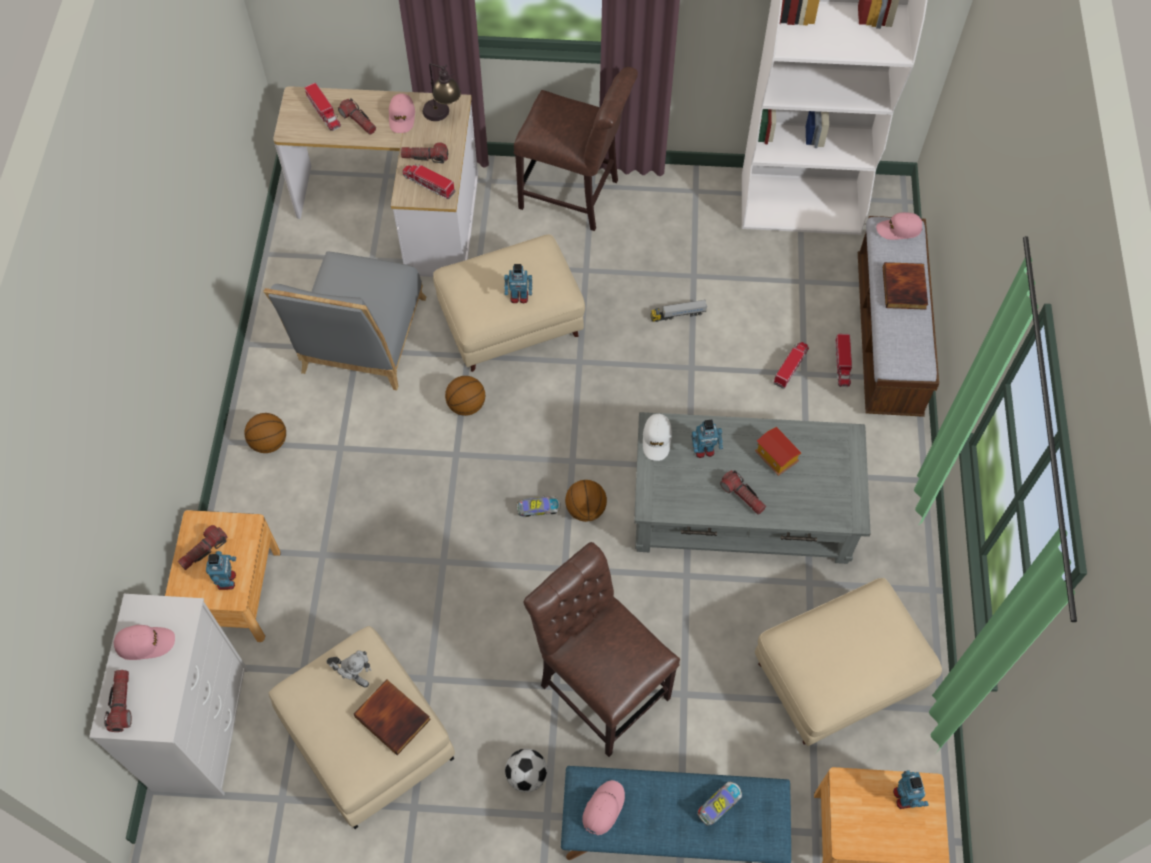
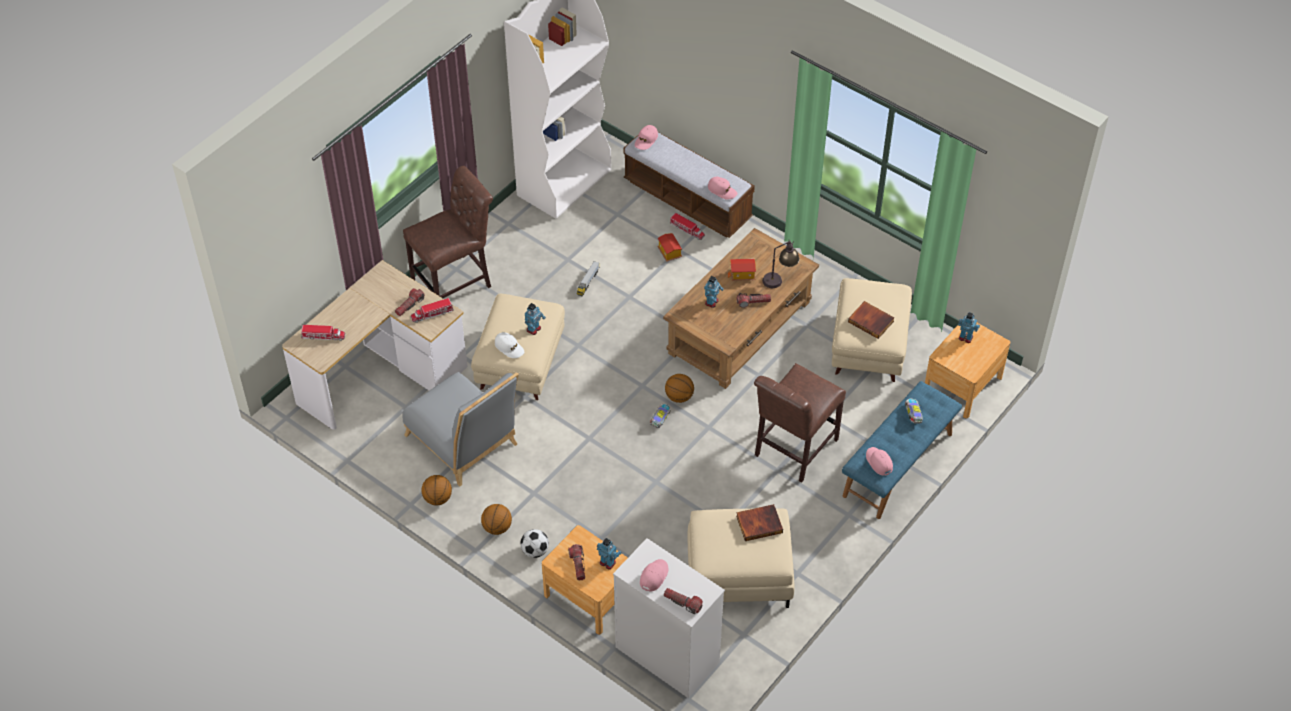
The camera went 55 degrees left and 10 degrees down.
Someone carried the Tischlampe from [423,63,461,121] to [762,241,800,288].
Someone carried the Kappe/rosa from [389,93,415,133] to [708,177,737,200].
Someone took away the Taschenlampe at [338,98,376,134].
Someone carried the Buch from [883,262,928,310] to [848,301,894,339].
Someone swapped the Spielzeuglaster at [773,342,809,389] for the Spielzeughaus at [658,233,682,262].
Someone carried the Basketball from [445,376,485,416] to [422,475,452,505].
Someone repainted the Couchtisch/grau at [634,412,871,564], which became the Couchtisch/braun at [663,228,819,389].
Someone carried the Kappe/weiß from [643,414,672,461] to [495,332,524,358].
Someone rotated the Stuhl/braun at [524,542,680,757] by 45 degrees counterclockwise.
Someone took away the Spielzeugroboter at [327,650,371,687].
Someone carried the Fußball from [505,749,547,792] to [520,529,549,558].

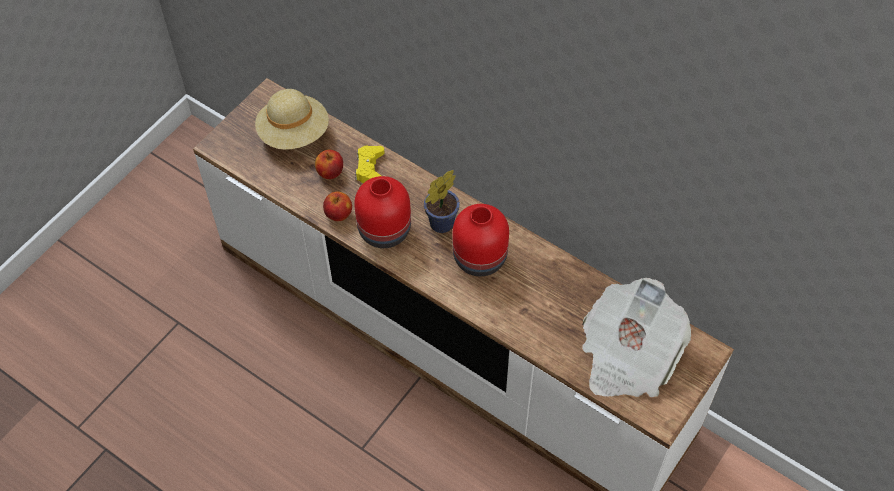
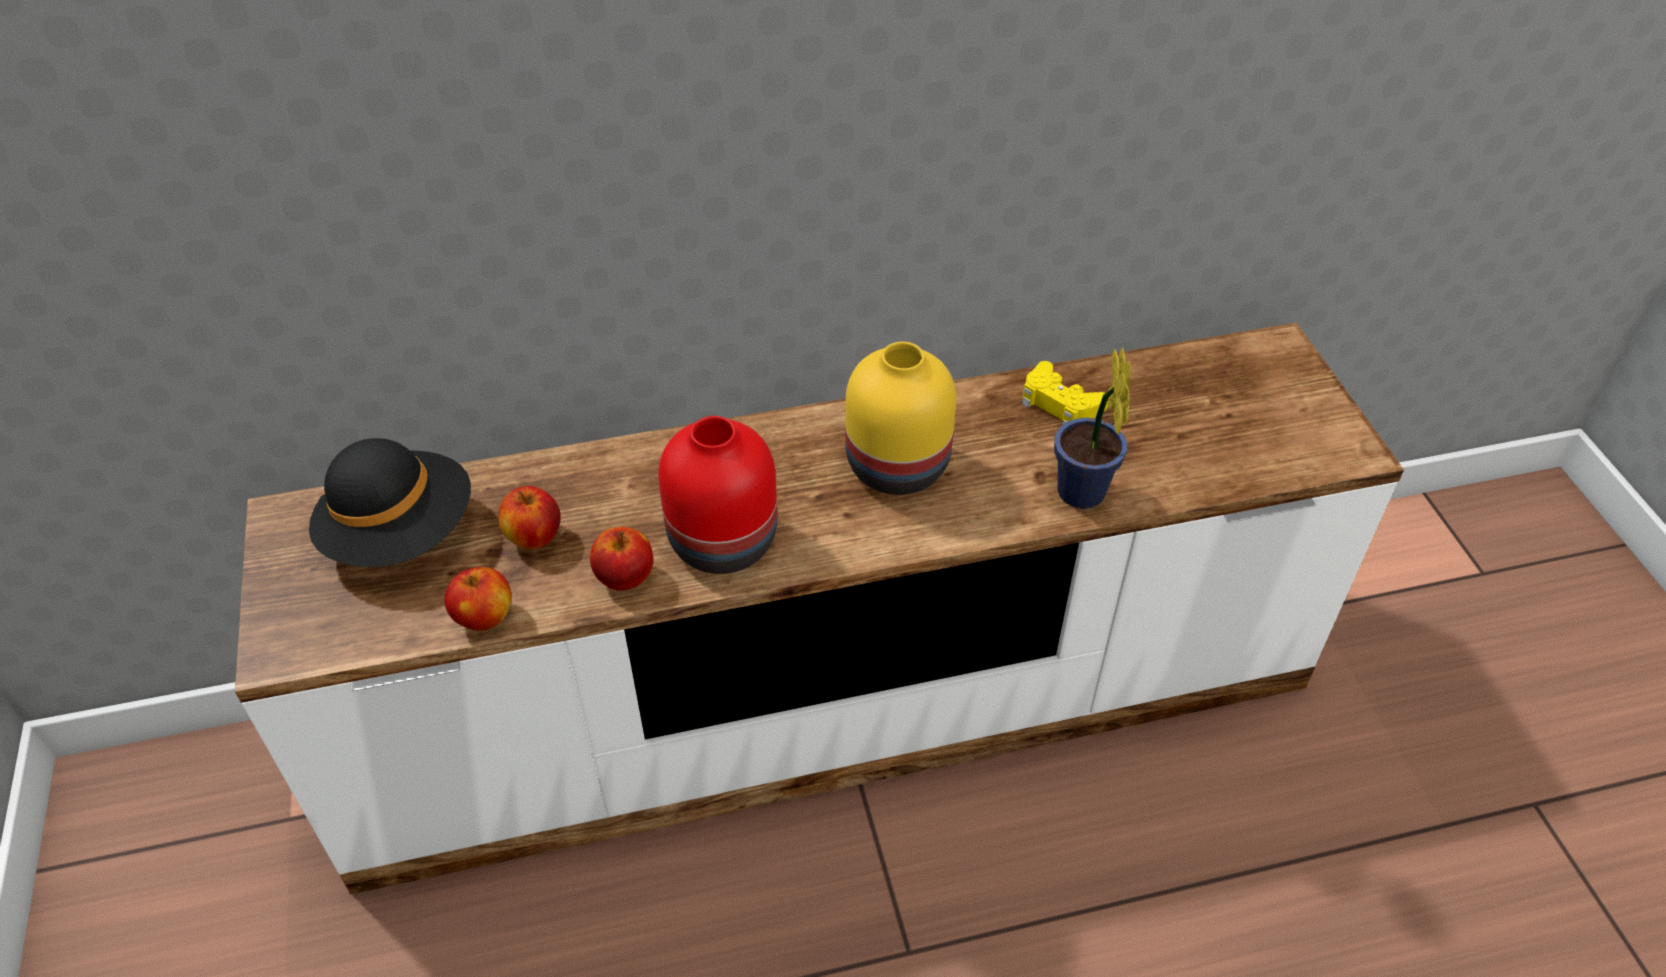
The camera went 50 degrees left and 10 degrees down.
Someone repainted the Hut/beige at [255,89,329,150], which became the Hut/schwarz at [309,438,471,567].
Someone carried the Gamepad/gelb from [355,146,385,183] to [1022,361,1108,425].
Someone carried the Topfpflanze from [424,170,460,233] to [1054,347,1131,509].
Someone repainted the Vase/rot at [453,204,509,276], which became the Vase/gelb at [845,342,956,495].
Someone took away the Zeitung at [582,278,691,397].
Someone put down the Apfel at [444,567,511,631].

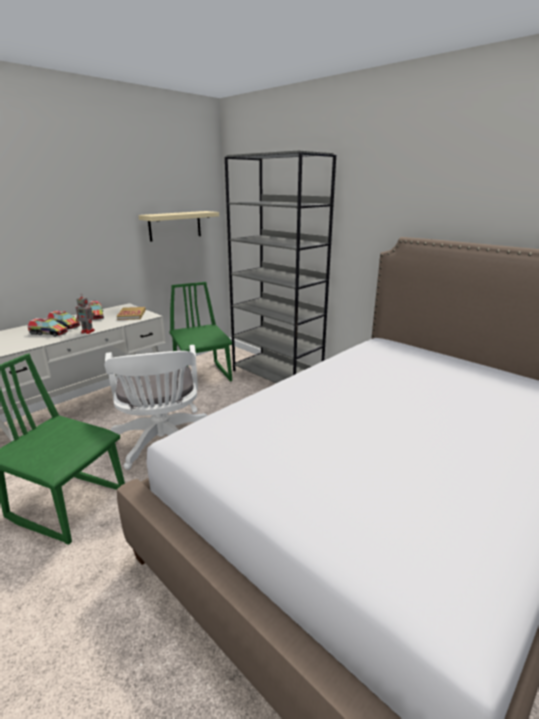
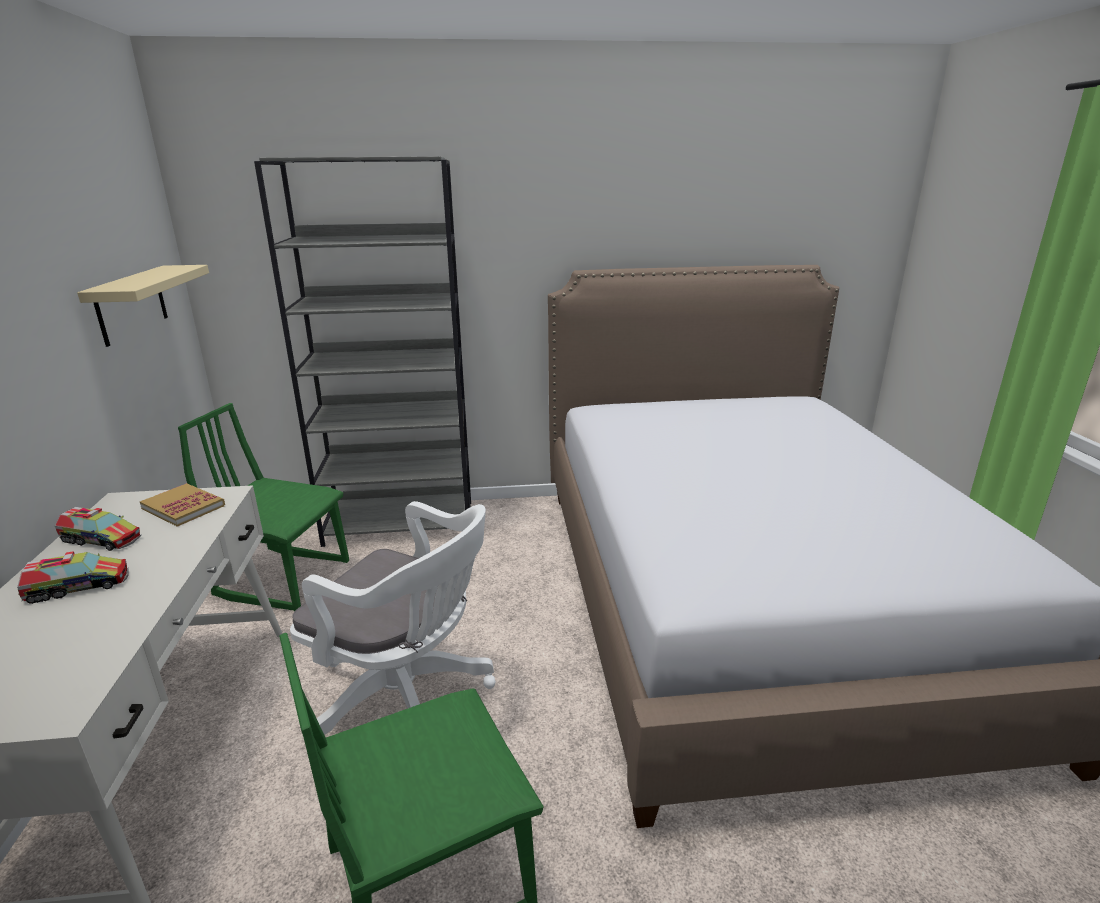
The camera went 50 degrees left and 0 degrees up.
Someone took away the Spielzeugroboter at [76,293,95,334].
Someone took away the Spielzeuglaster at [28,318,68,336].

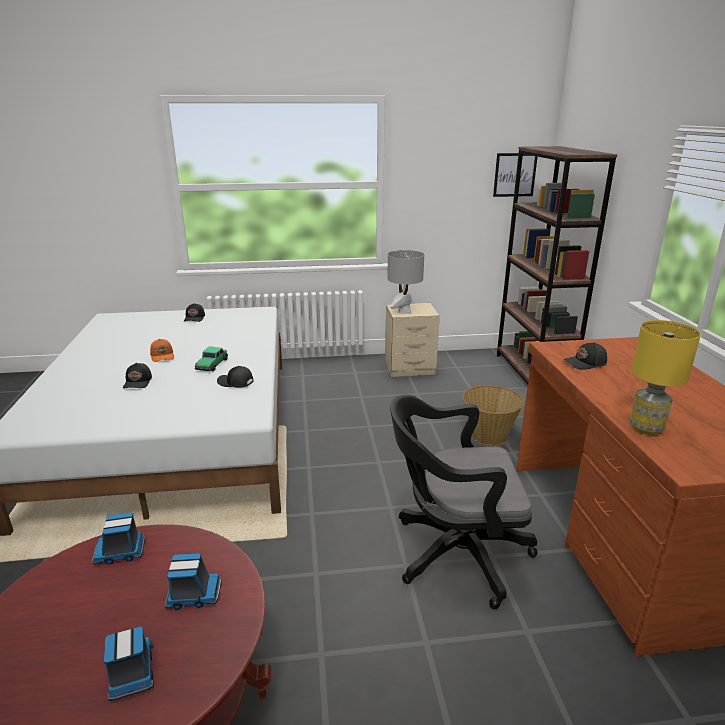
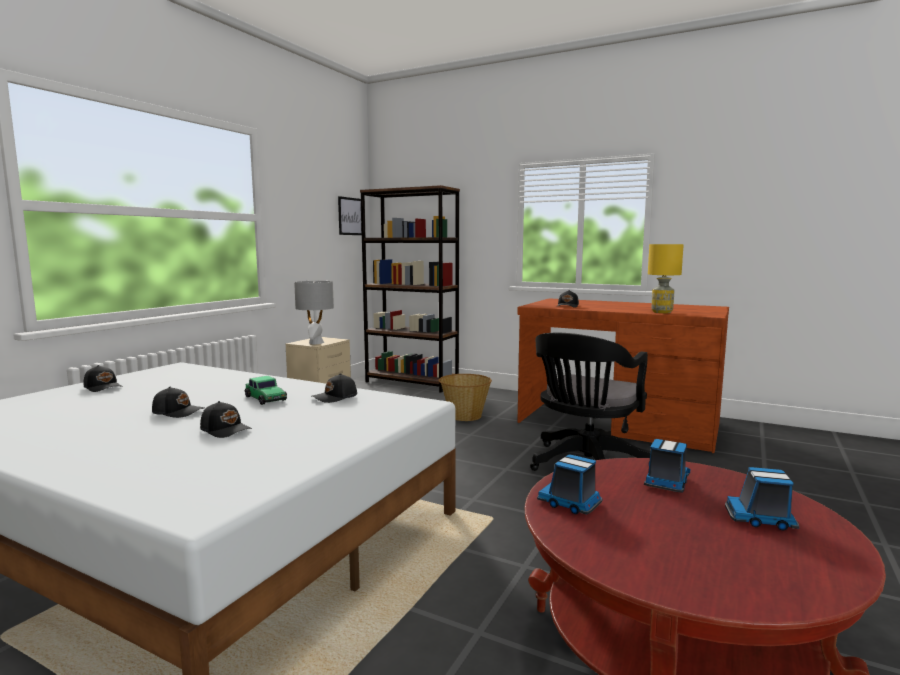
The camera went 55 degrees left and 15 degrees down.
Someone repainted the Kappe/orange at [150,339,174,362], which became the Kappe/schwarz at [152,387,204,418].
Someone rotated the Spielzeuglaster at [92,512,145,565] by 105 degrees clockwise.

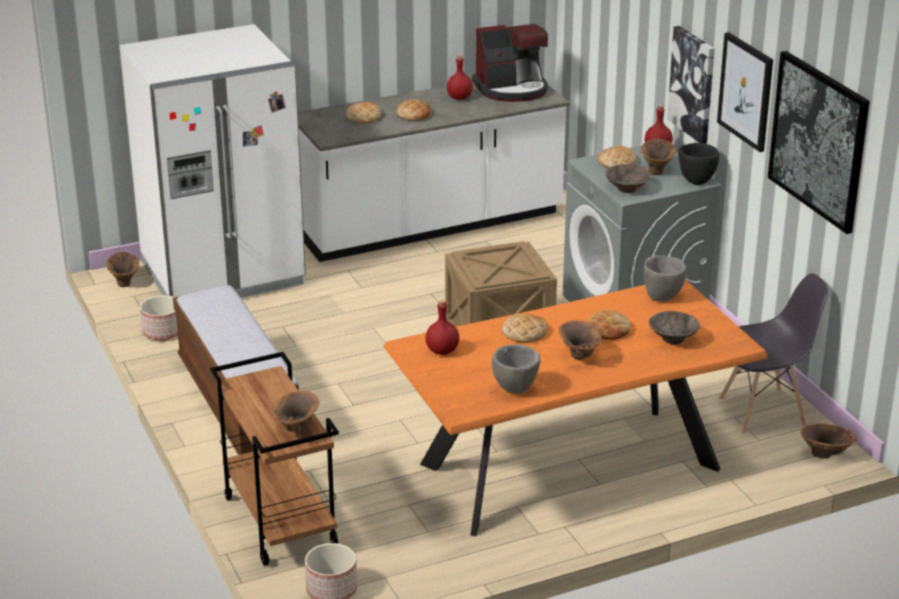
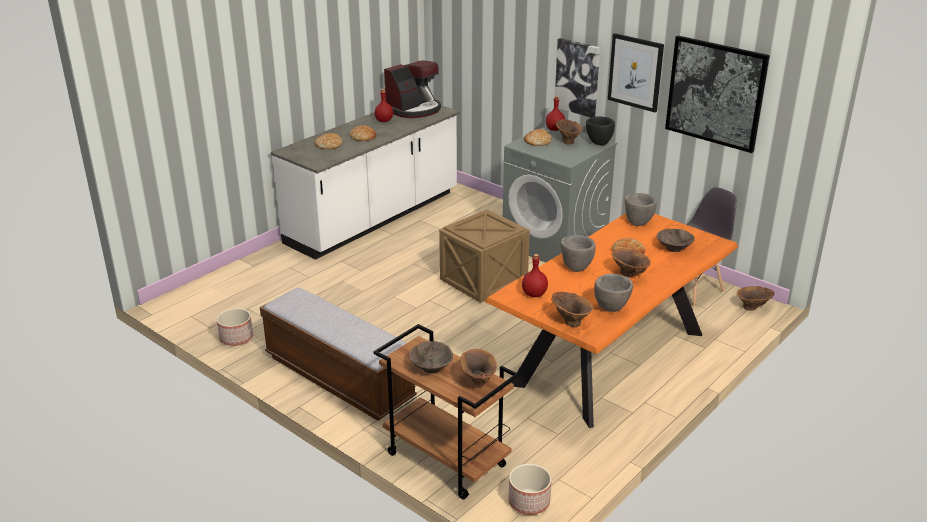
The camera went 25 degrees left and 0 degrees up.
Someone took away the Kühlschrank/weiß at [120,24,306,298].
Someone carried the Schüssel/braun from [605,164,650,193] to [409,341,453,373].
Someone carried the Vase/braun from [106,252,139,287] to [551,292,593,327].
Someone swapped the Brot at [502,314,548,342] for the Schüssel/grau at [561,235,596,272].

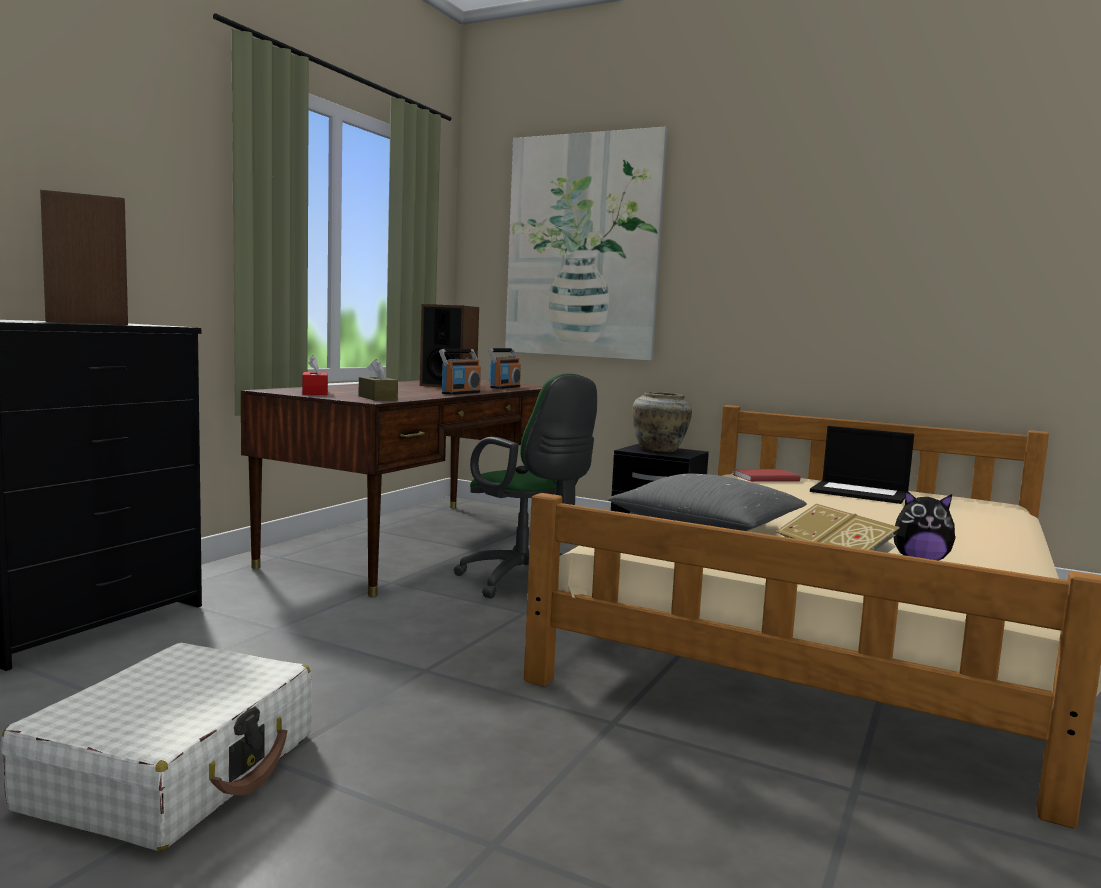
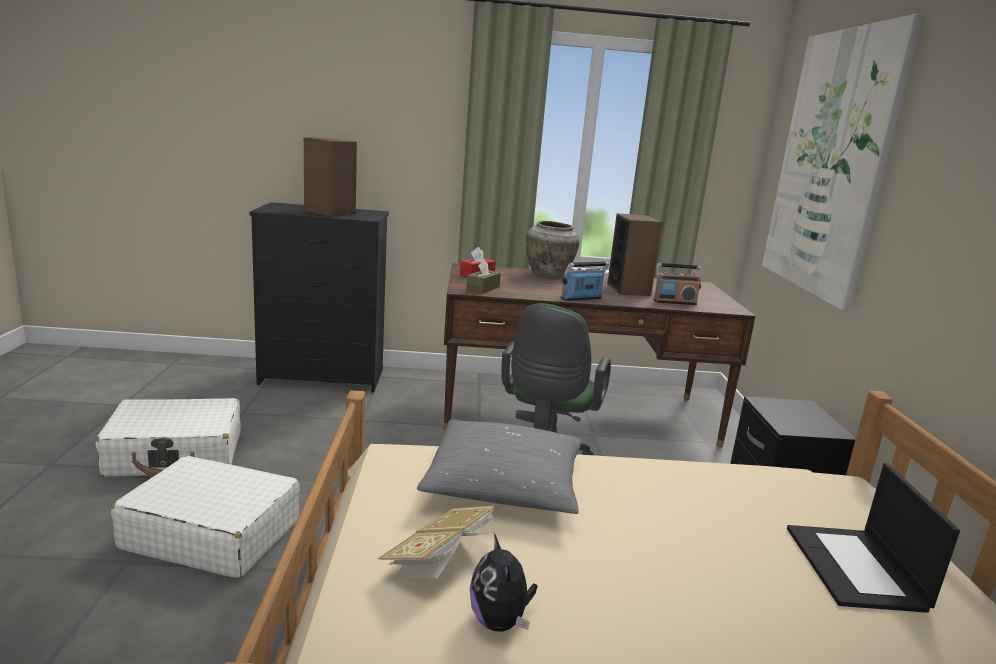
The camera went 60 degrees right and 10 degrees up.
Someone rotated the Radio at [439,349,481,395] by 150 degrees clockwise.
Someone carried the Vase/beige from [632,392,692,452] to [526,221,580,278].
Someone took away the Buch/rot at [732,469,801,482].
Someone put down the Koffer/weiß at [111,456,300,578].

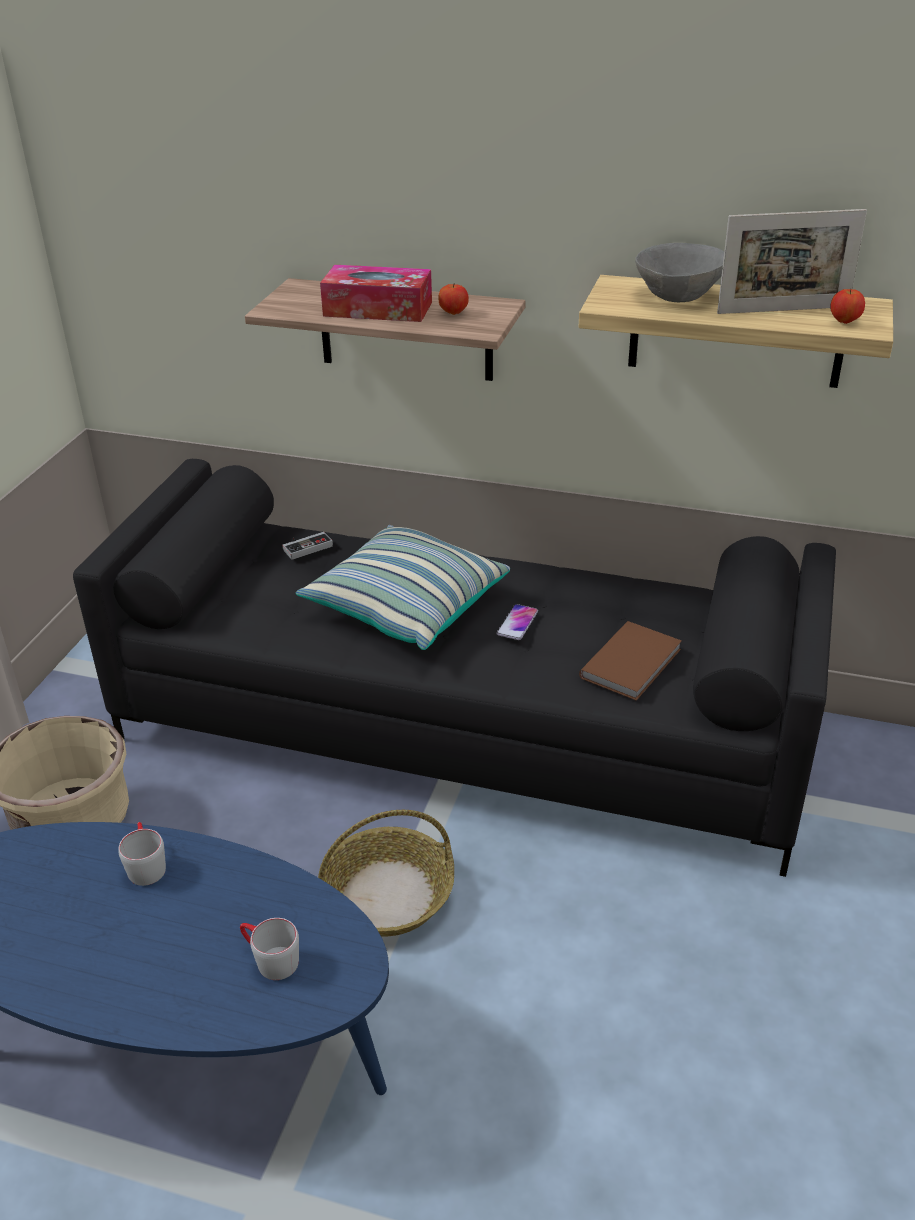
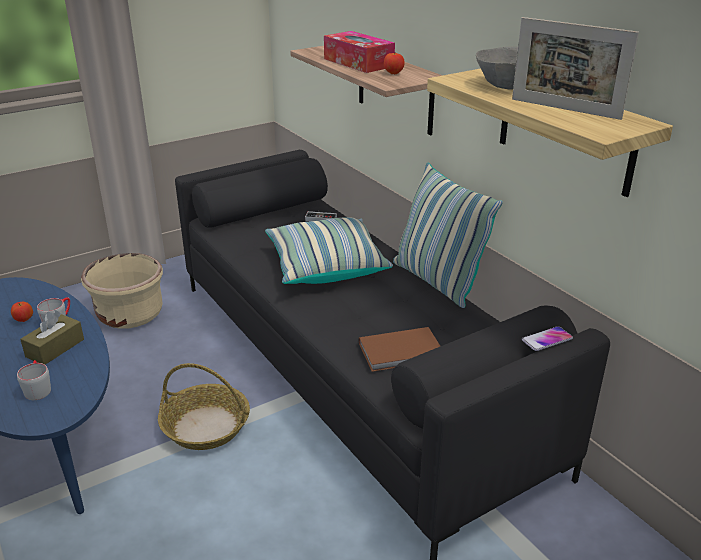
The camera went 40 degrees right and 5 degrees down.
Someone carried the Apfel from [830,289,865,324] to [11,302,33,322].
Someone carried the Handy from [496,604,538,640] to [522,326,573,351].
Someone put down the Kissen at [393,163,503,308].
Someone put down the Taschentuchbox/braun at [20,310,84,365].

